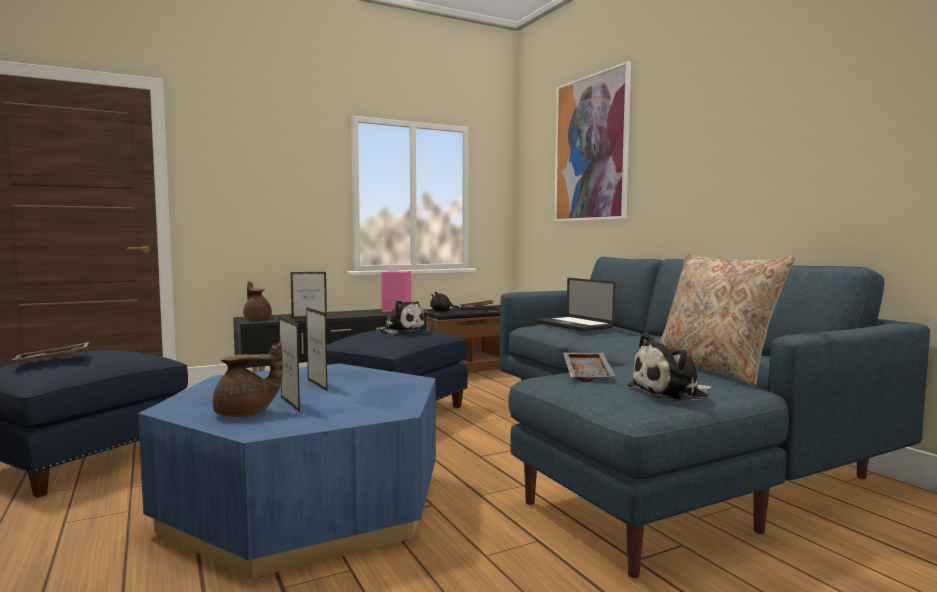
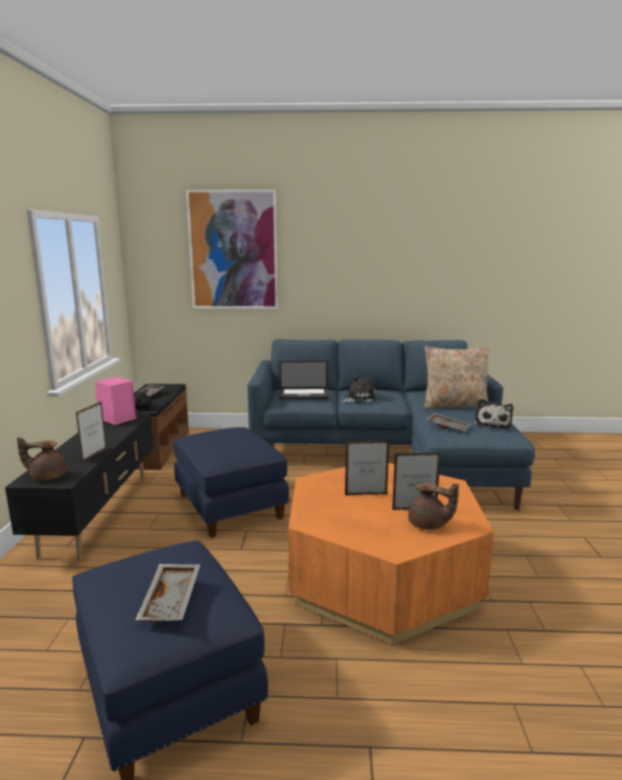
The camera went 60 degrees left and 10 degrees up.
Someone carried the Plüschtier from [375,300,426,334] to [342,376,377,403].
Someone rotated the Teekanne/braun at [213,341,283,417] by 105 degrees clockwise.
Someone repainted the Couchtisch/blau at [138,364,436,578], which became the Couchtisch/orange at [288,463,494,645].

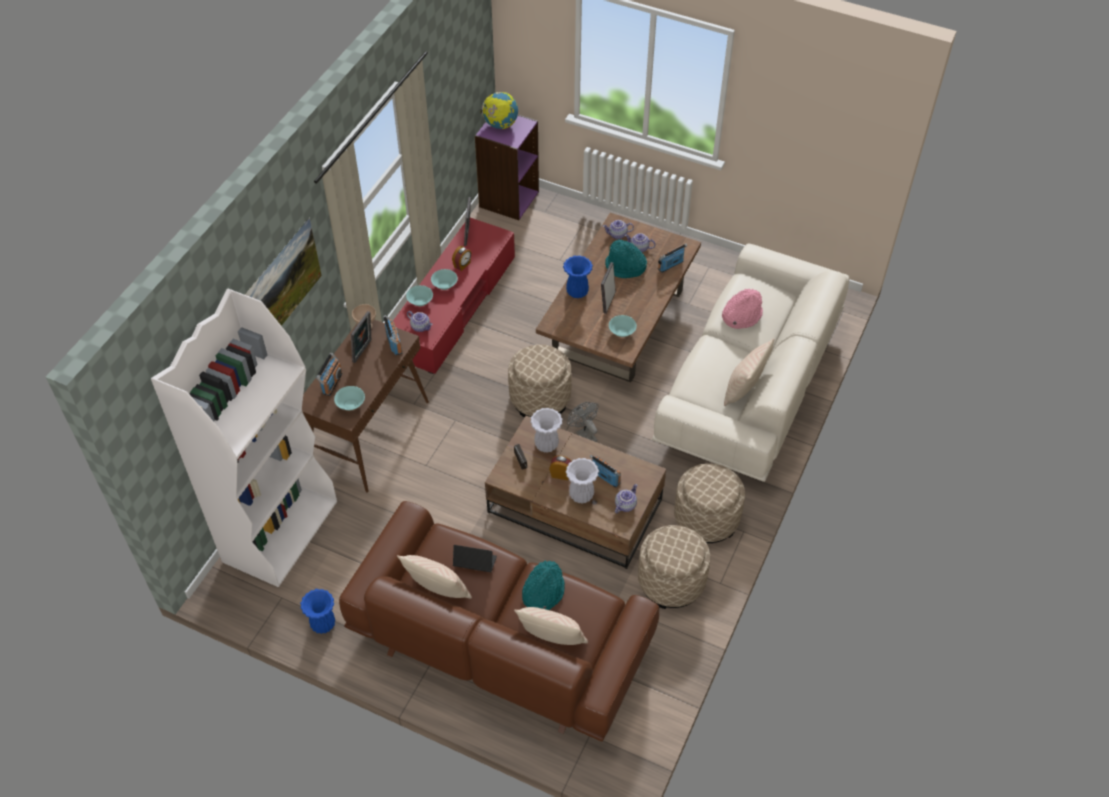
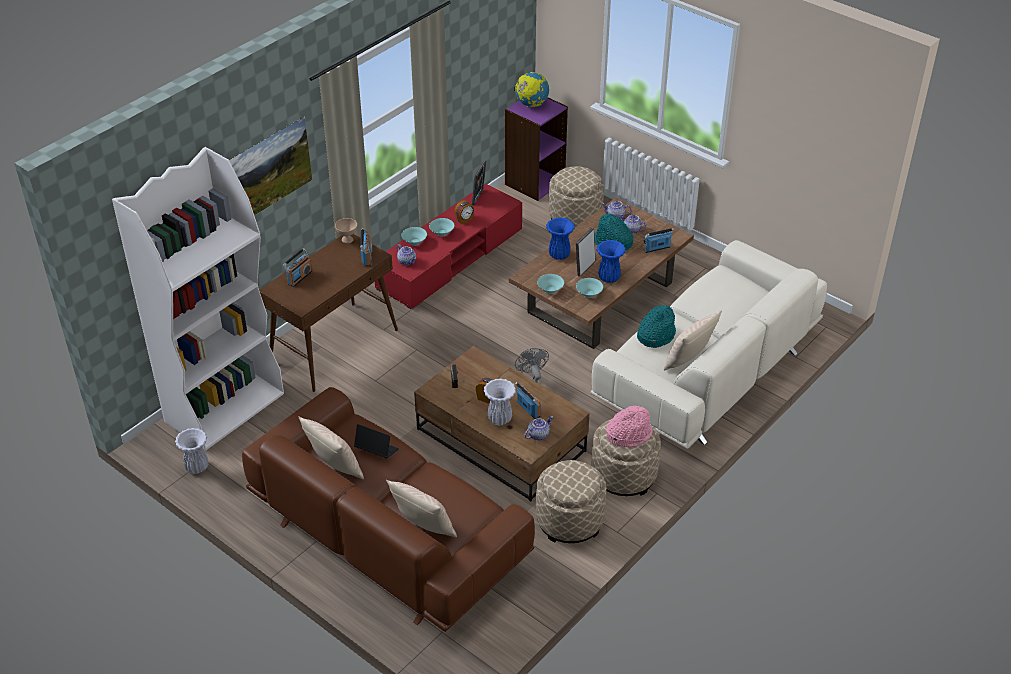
The camera went 15 degrees right and 10 degrees down.
Someone carried the Hut/rosa from [722,289,763,329] to [606,405,652,447].
Someone took away the Bilderrahmen at [351,311,371,363].
Someone carried the Polsterhocker/beige from [508,344,572,417] to [549,166,604,228].
Someone carried the Schüssel/türkis from [334,386,365,410] to [537,274,564,294].
Someone carried the Vase/weiß from [530,408,563,453] to [175,428,209,474].
Someone carried the Hut/türkis from [522,561,565,610] to [637,305,676,348].
Someone carried the Vase/blau from [300,589,335,634] to [597,240,626,283].

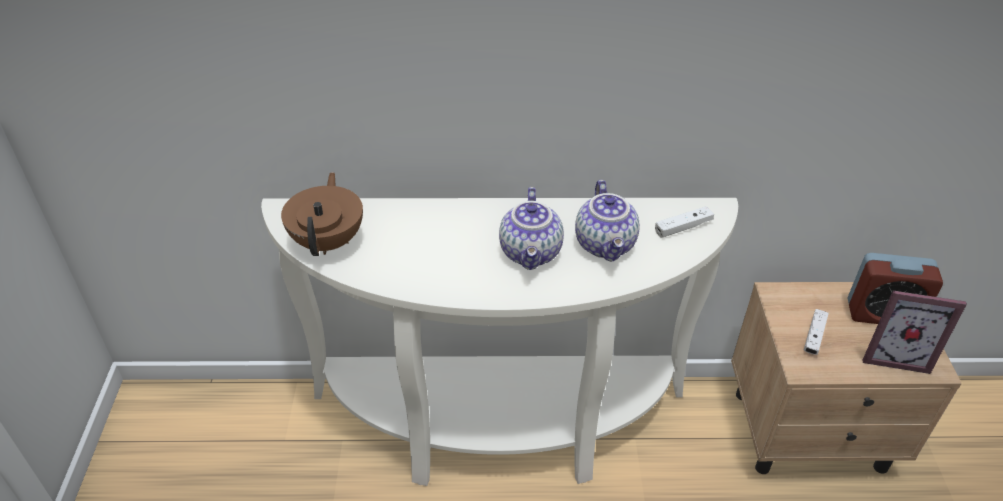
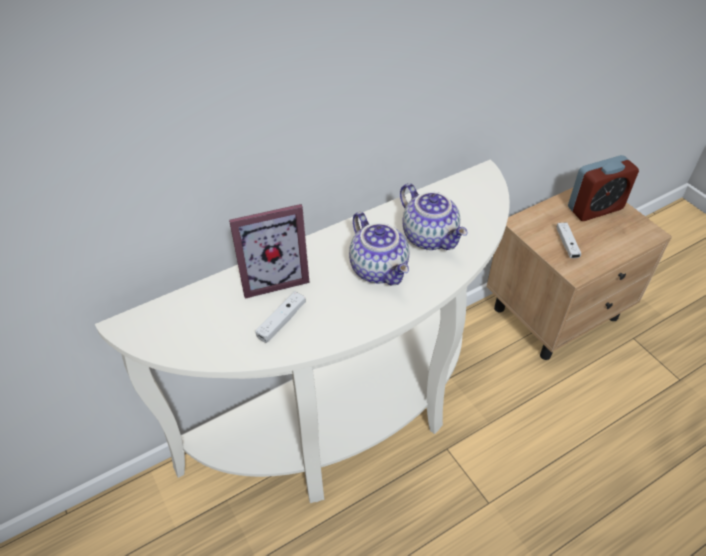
The camera went 30 degrees left and 5 degrees up.
Someone took away the Teekanne/braun at [281,172,363,256].
Someone carried the Gamepad/weiß from [655,206,714,238] to [255,291,306,343].
Someone carried the Bilderrahmen from [863,291,967,374] to [229,204,310,299].

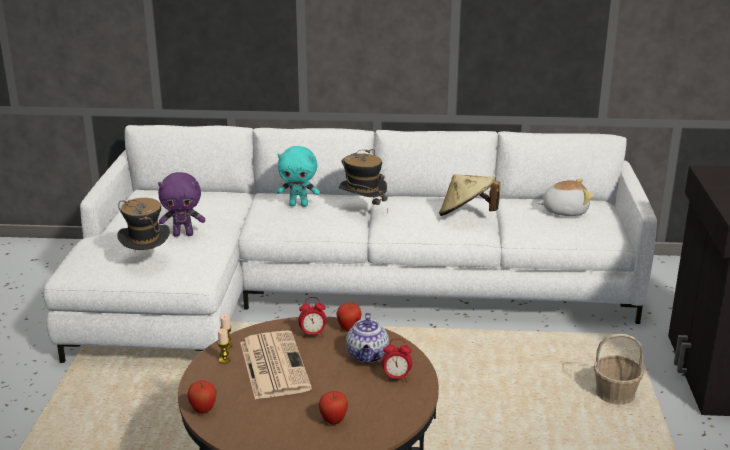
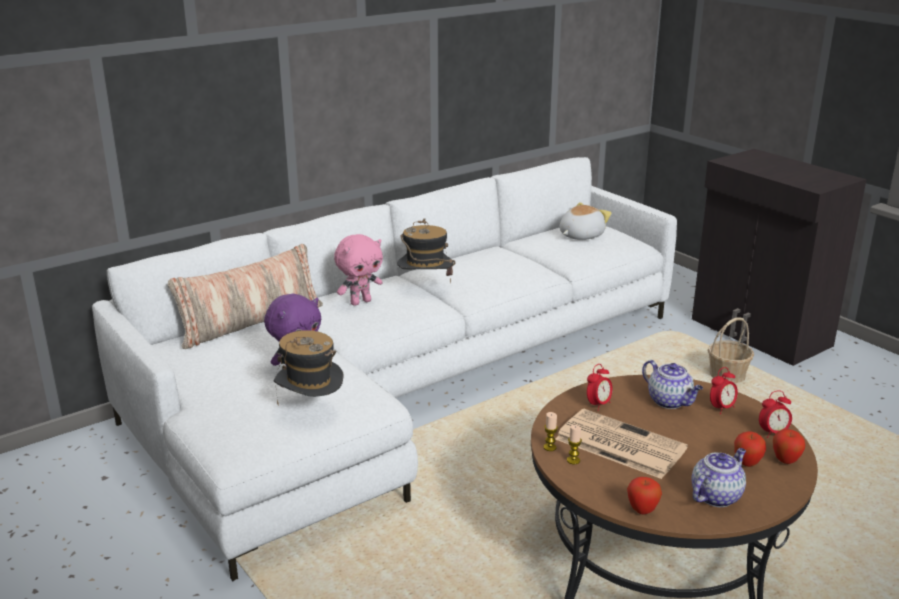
The camera went 40 degrees left and 0 degrees up.
Someone repainted the Plüschtier/türkis at [277,146,320,207], which became the Plüschtier/rosa at [334,234,383,306].
Someone took away the Hut/beige at [439,174,500,216].
Someone carried the Apfel from [336,302,361,331] to [773,429,805,464].
Someone put down the Kissen at [168,244,323,349].
Someone put down the Wecker at [759,391,792,438].
Someone put down the Teekanne at [691,448,746,507].

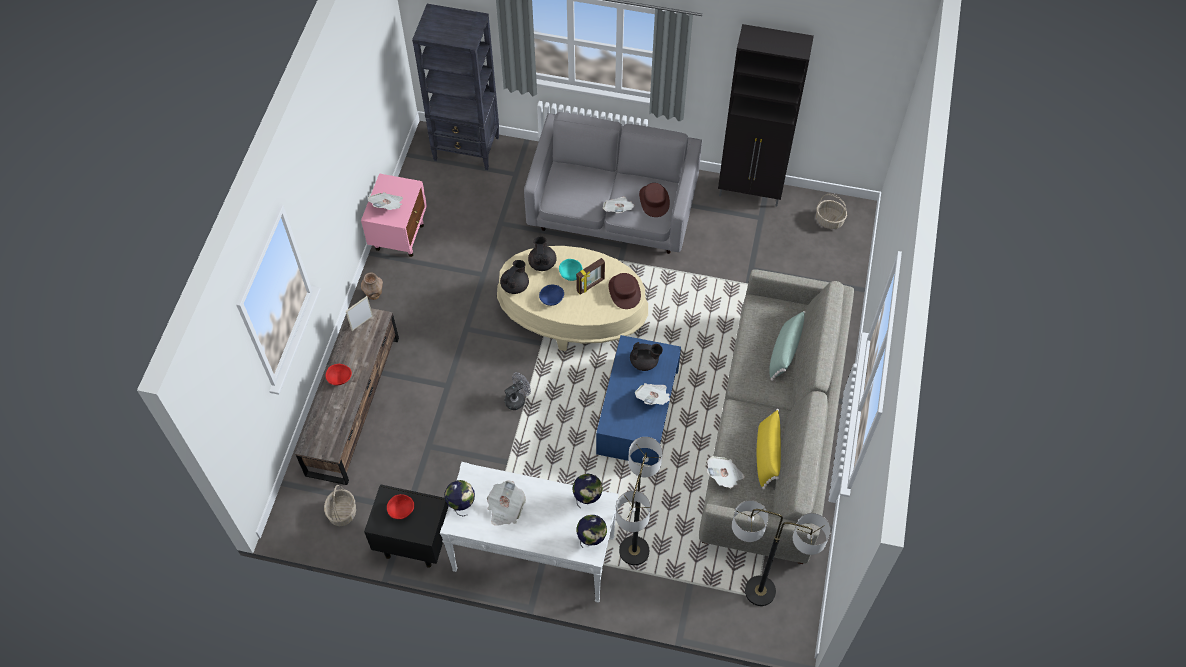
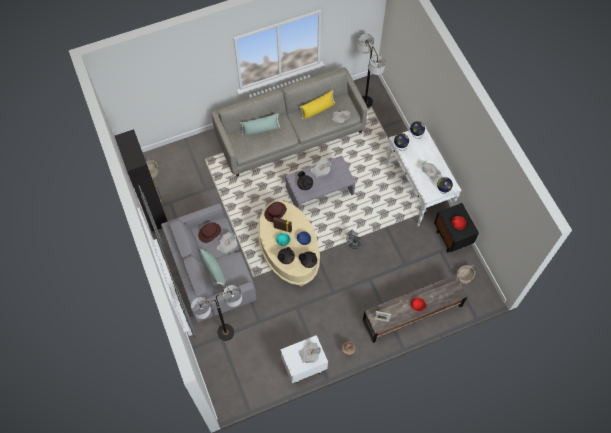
The camera went 125 degrees left and 5 degrees up.
Someone took away the Bücherregal/schwarz at [412,4,499,170].
Someone repainted the Nachttisch/rosa at [361,173,427,257], which became the Nachttisch/weiß at [280,335,328,383].
Someone repainted the Couchtisch/blau at [596,335,681,465], which became the Couchtisch/grau at [285,156,356,210].
Someone carried the Stehlampe from [616,437,662,565] to [191,285,242,341].
Someone put down the Kissen/grün at [199,248,225,287].

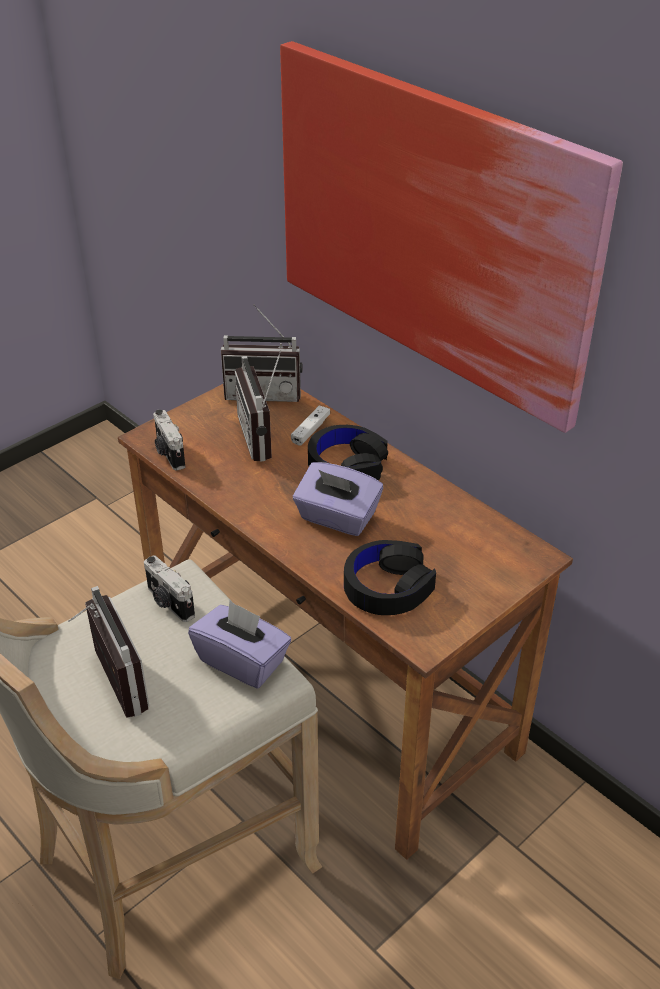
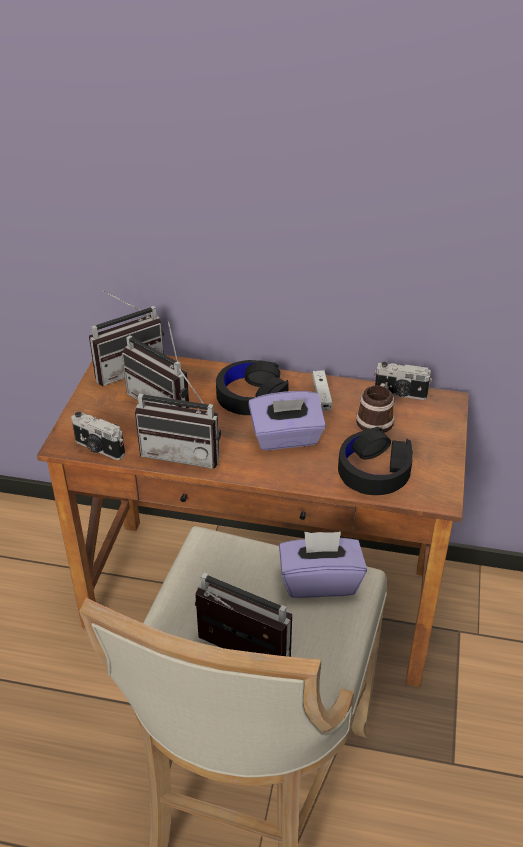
The camera went 35 degrees left and 0 degrees up.
Someone took away the Bild at [280,41,623,433].
Someone carried the Gamepad/weiß from [291,405,330,445] to [312,370,332,411].
Someone carried the Kamera from [144,555,195,622] to [374,362,432,400].
Someone put down the Radio at [135,363,221,469].
Someone put down the Henkelbecher at [356,383,395,433].

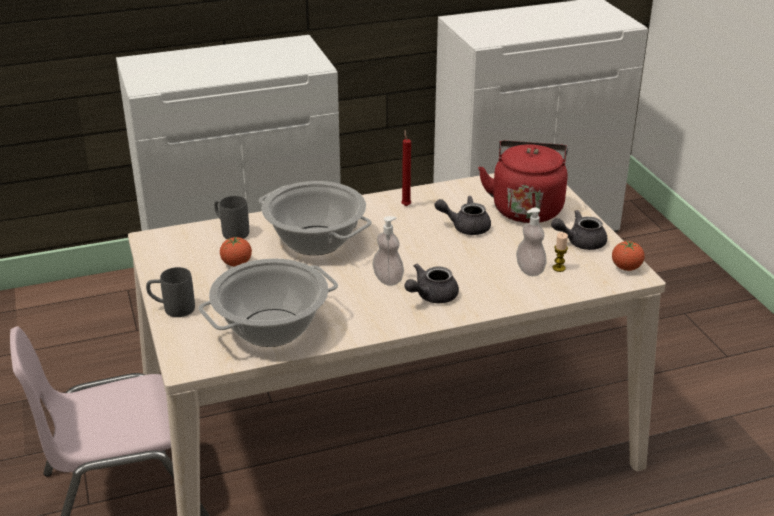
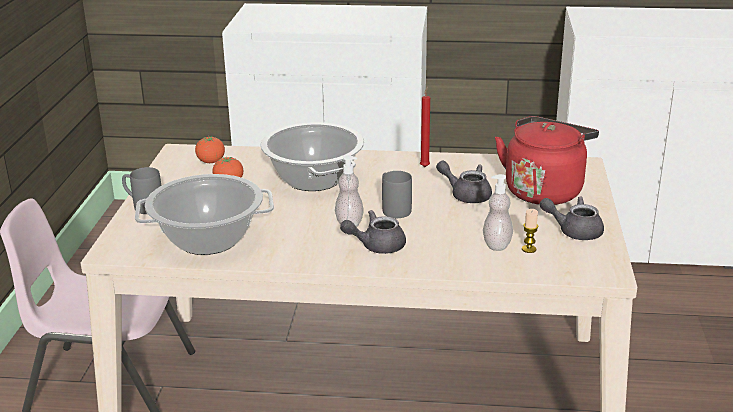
The camera went 25 degrees right and 5 degrees down.
Someone carried the Henkelbecher/grau from [214,196,249,239] to [382,171,412,218].
Someone carried the Tomate from [612,241,645,271] to [195,136,225,163].

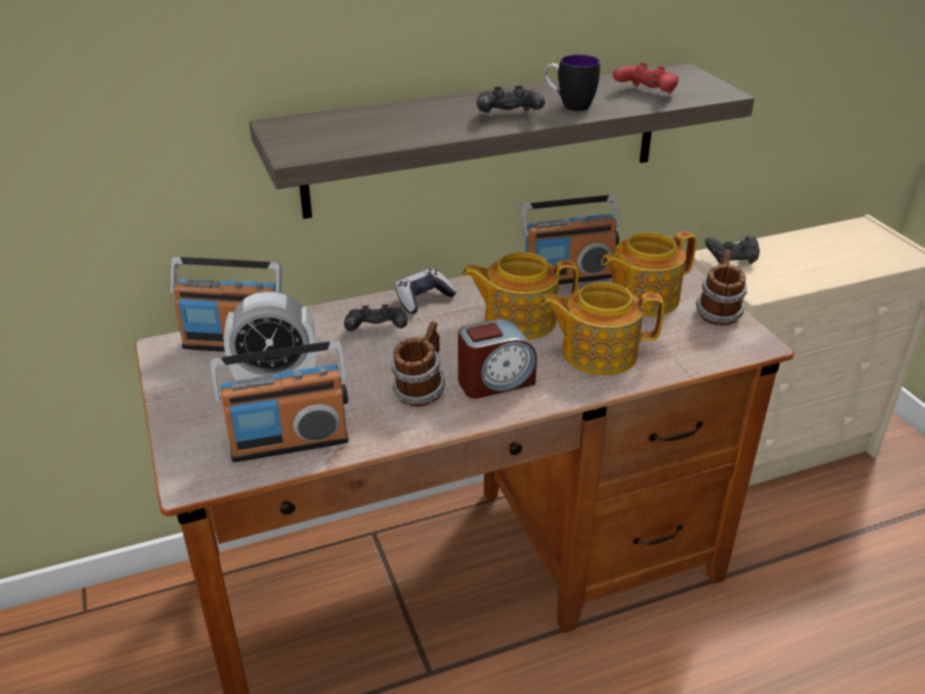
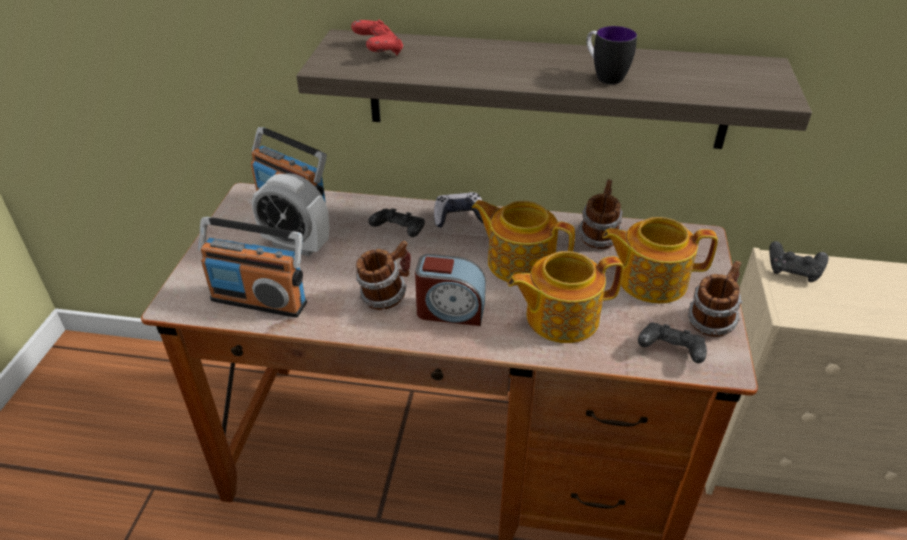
The camera went 30 degrees right and 5 degrees up.
Someone carried the Gamepad/rot from [613,62,679,94] to [351,19,403,55].
Someone carried the Gamepad/schwarz from [477,86,545,113] to [638,323,707,363].
Someone swapped the Radio at [521,195,620,285] for the Henkelbecher at [578,180,623,249].
Someone rotated the Teekanne at [540,282,664,375] by 45 degrees counterclockwise.

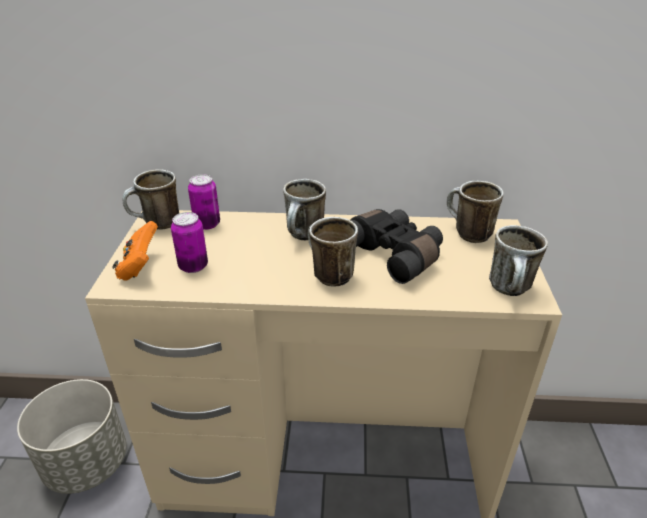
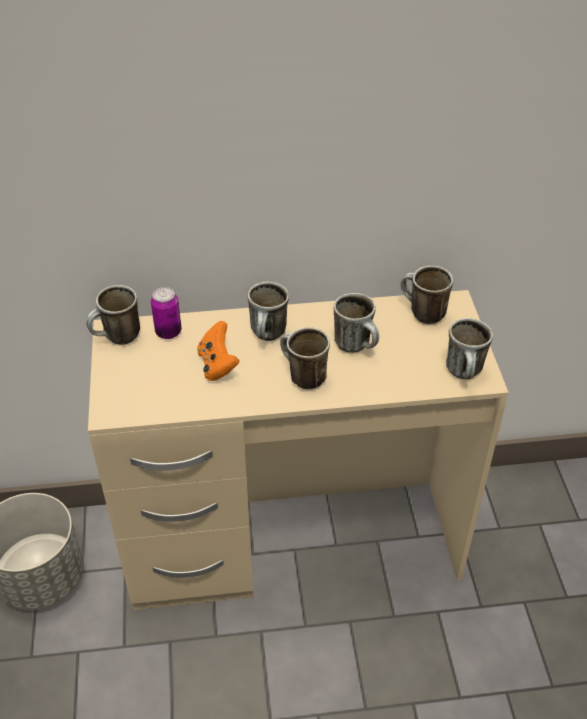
The camera went 10 degrees left and 10 degrees up.
Someone swapped the Fernglas/schwarz at [351,209,443,284] for the Henkelbecher at [334,293,379,353].
Someone took away the Dose at [171,212,208,273].
Someone carried the Gamepad/orange from [113,221,158,281] to [197,321,239,381].

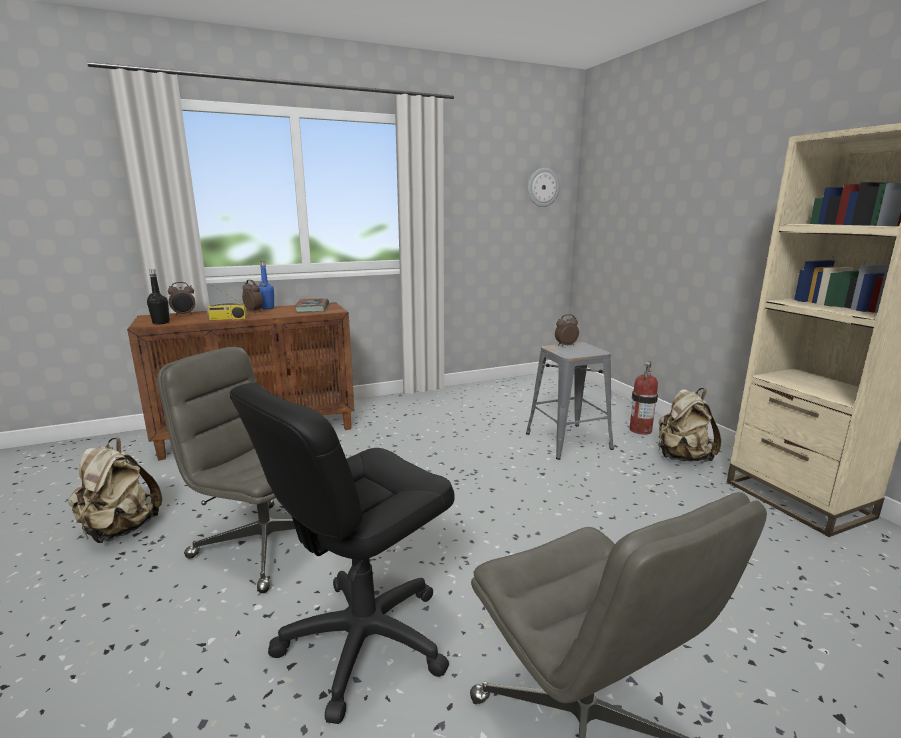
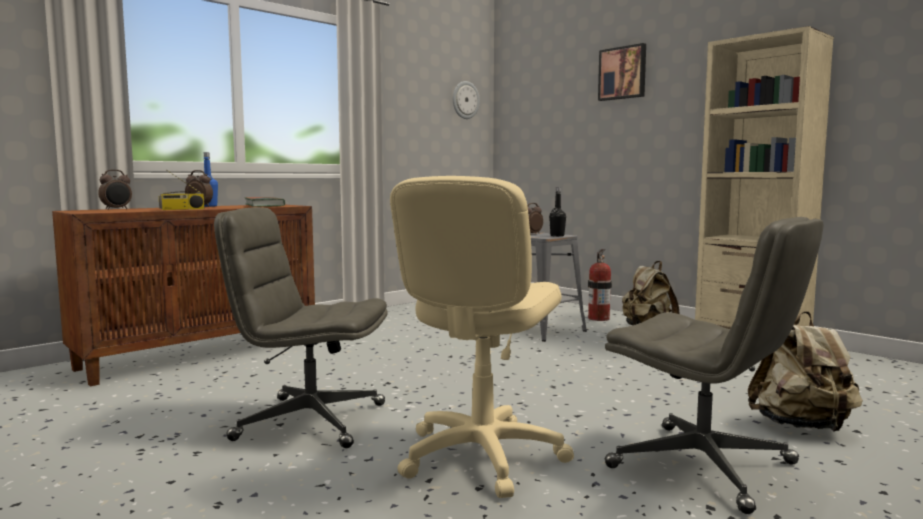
The camera went 20 degrees left and 10 degrees down.
Someone carried the Flasche/schwarz from [147,269,170,324] to [549,187,566,236].
Someone repainted the Bürostuhl/schwarz at [230,383,455,724], which became the Bürostuhl/beige at [390,176,574,498].
Someone carried the Rucksack/beige from [68,437,162,543] to [748,311,863,432].
Someone put up the Bild at [598,43,646,101].

